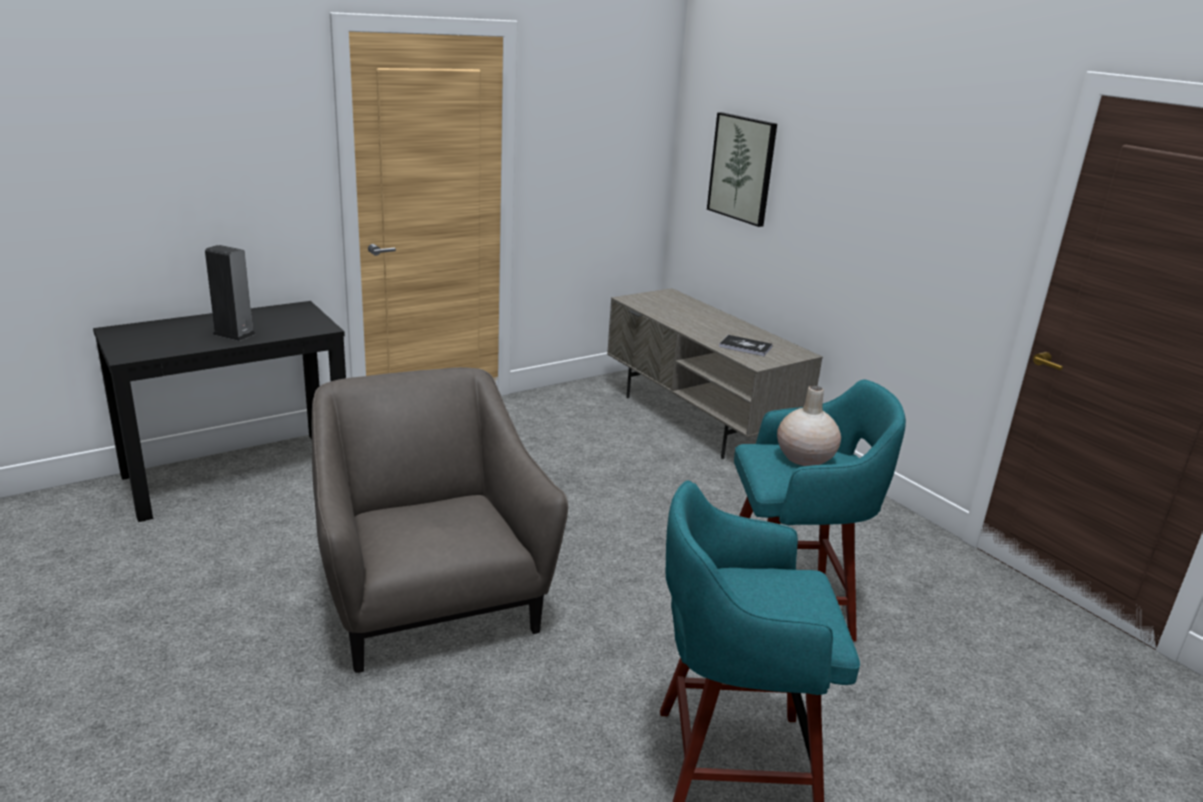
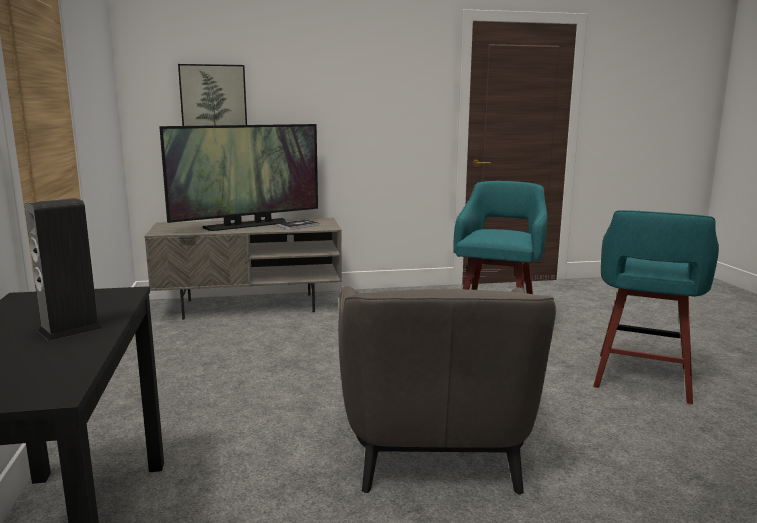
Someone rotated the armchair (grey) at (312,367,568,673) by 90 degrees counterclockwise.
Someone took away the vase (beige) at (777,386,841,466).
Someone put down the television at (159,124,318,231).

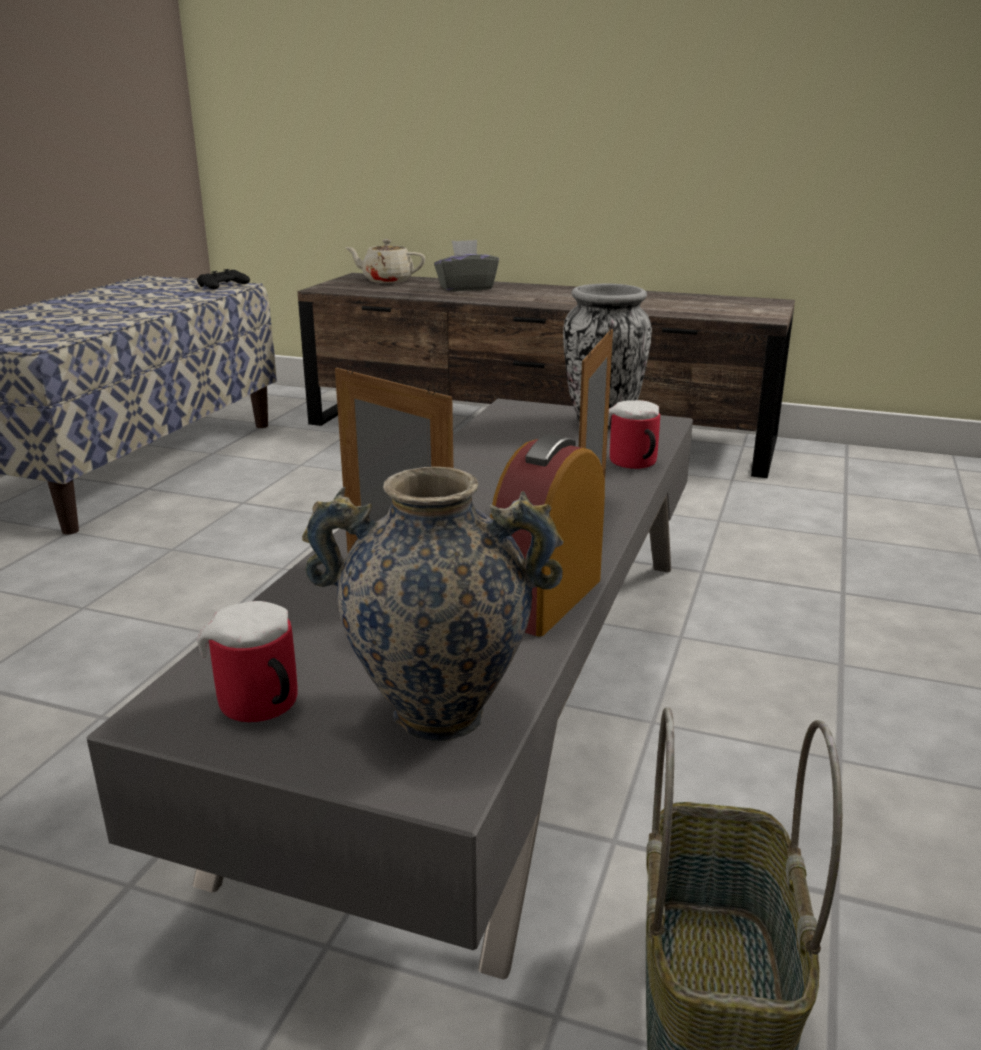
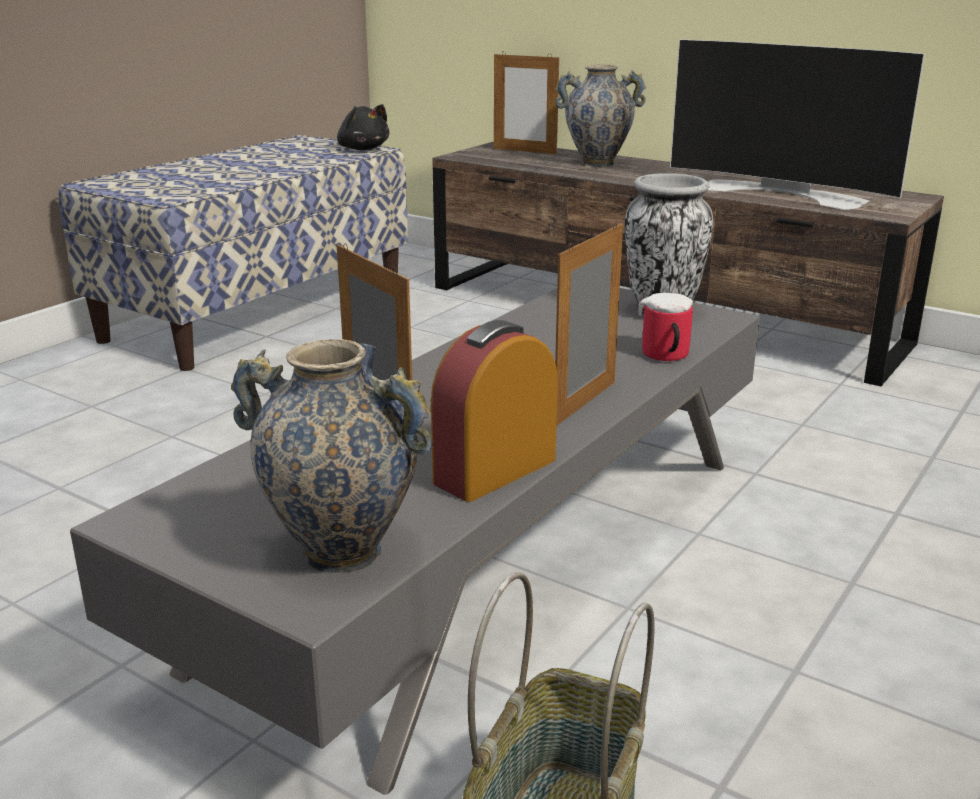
Someone swapped the game controller (black) at (197,269,250,290) for the plush toy (black) at (337,104,389,150).
Someone took away the mug at (197,601,297,722).
Someone swapped the teapot (beige) at (345,239,425,283) for the picture frame at (494,51,559,154).
Someone swapped the tissue box (grey) at (434,240,499,291) for the vase at (555,65,646,167).
Someone put down the television at (670,39,925,210).

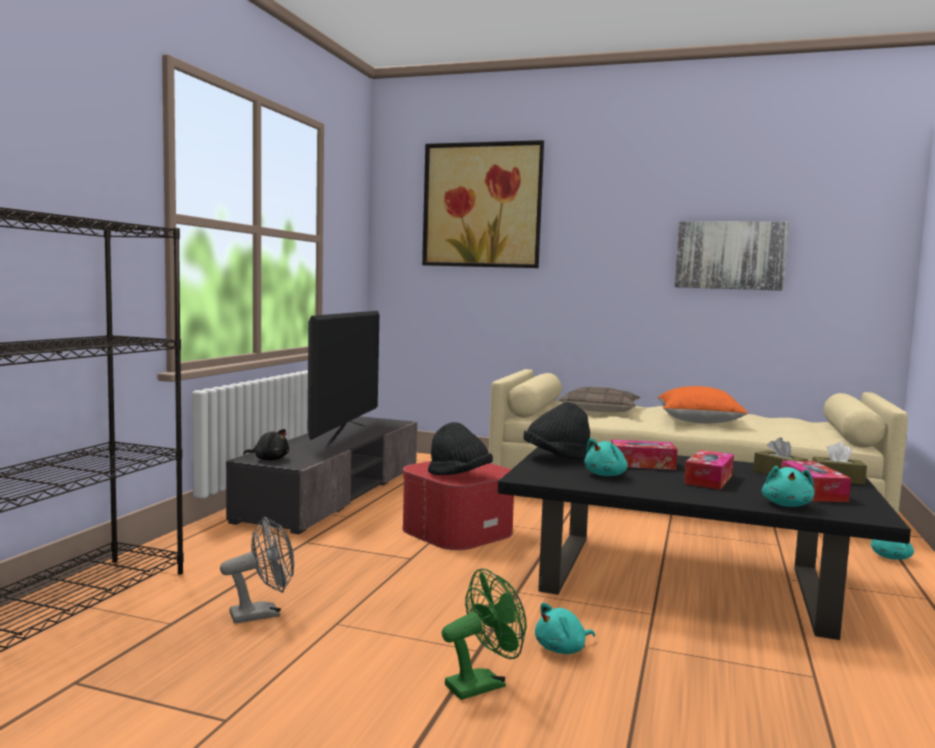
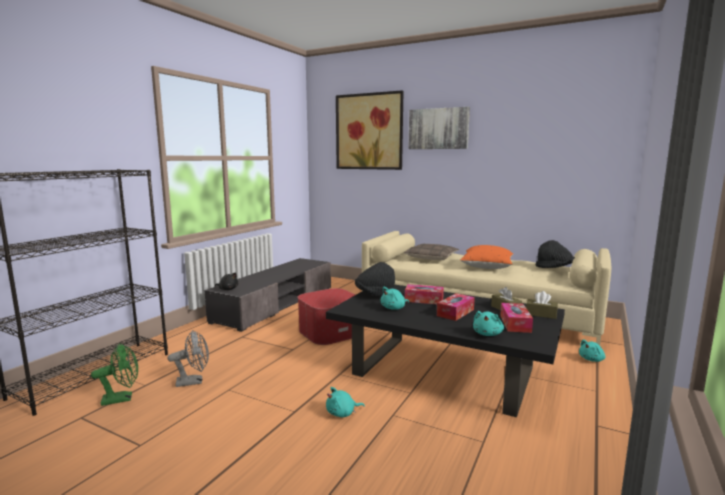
Someone took away the television at (308,311,379,448).
Someone carried the hat (black) from (428,422,493,475) to (536,240,575,268).
Someone carried the fan (green) from (442,568,527,700) to (91,343,138,406).
Someone carried the picture from (675,221,789,291) to (409,107,470,149).

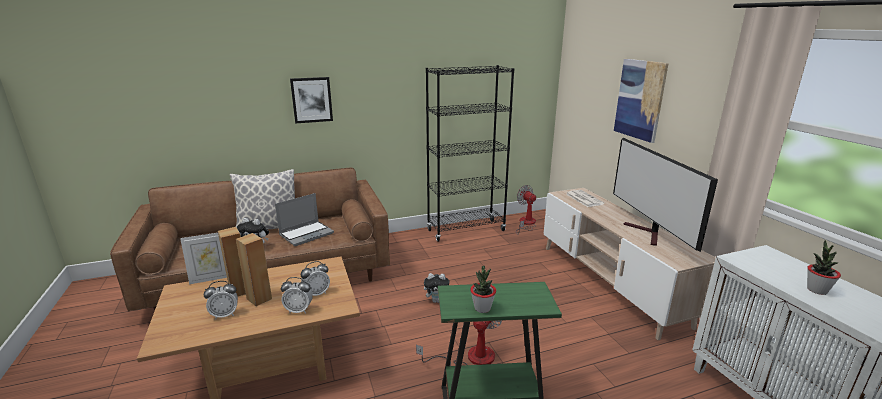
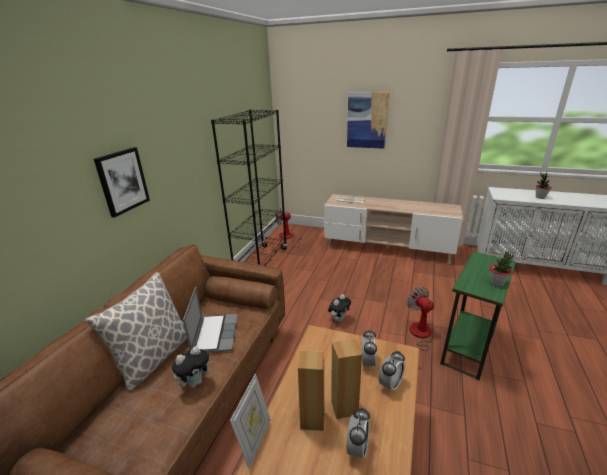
Someone took away the television at (613,138,718,252).

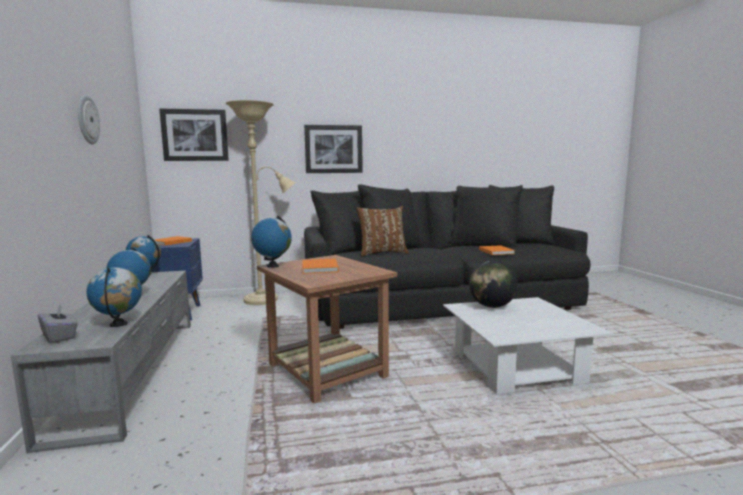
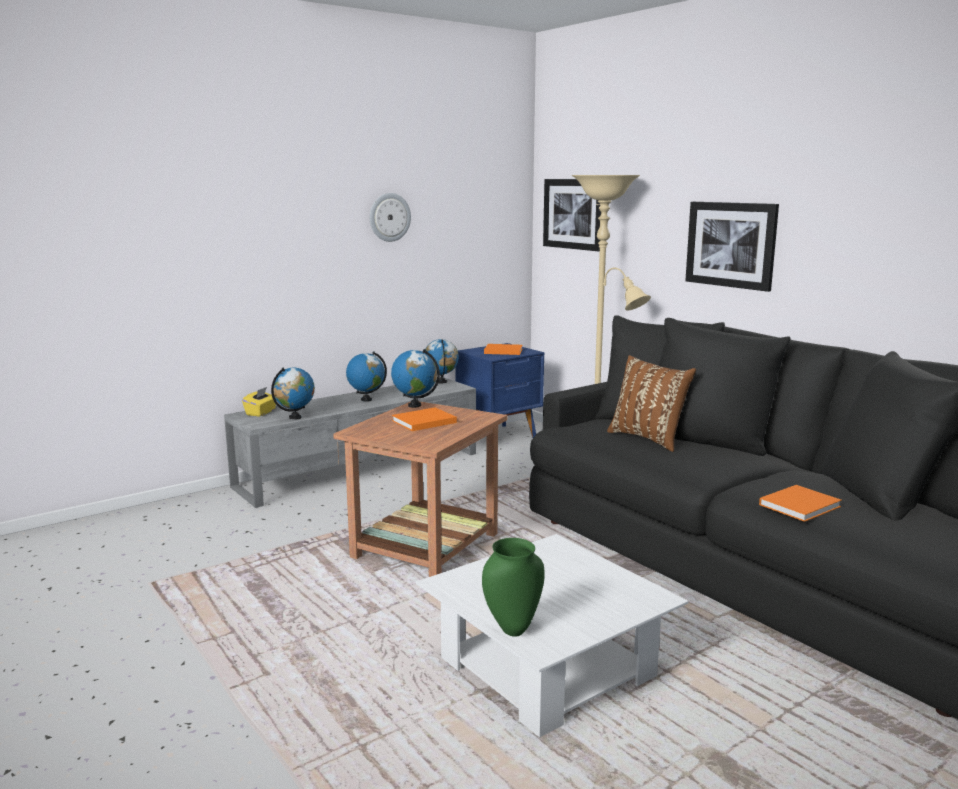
Someone repainted the tissue box (grey) at (38,304,78,343), which became the tissue box (yellow) at (242,387,276,417).
Someone took away the globe at (469,261,518,308).
Someone put down the vase (green) at (482,538,545,637).

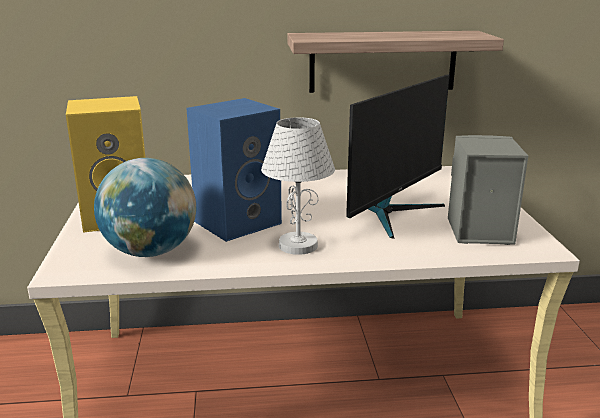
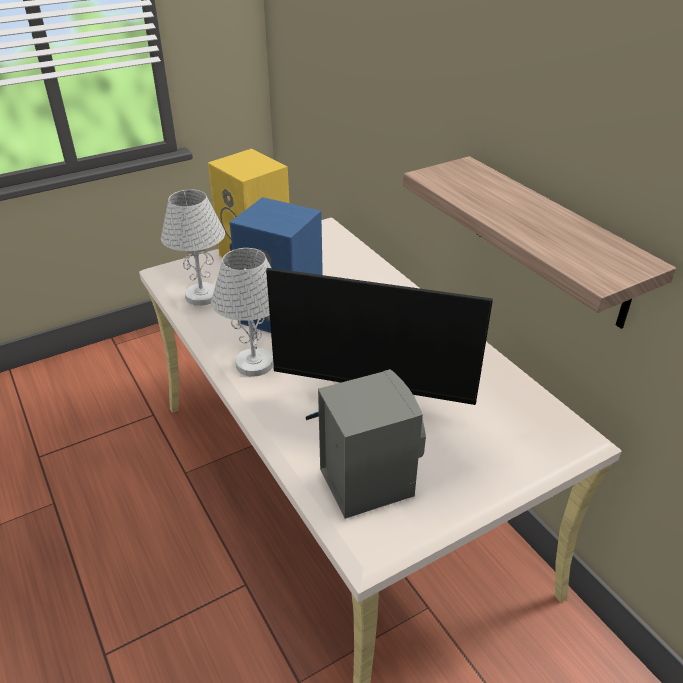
Someone swapped the globe at (94,158,196,257) for the table lamp (white) at (161,190,225,306).

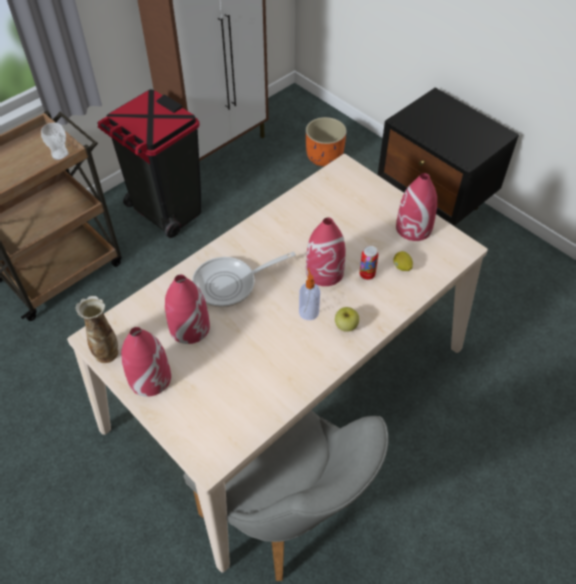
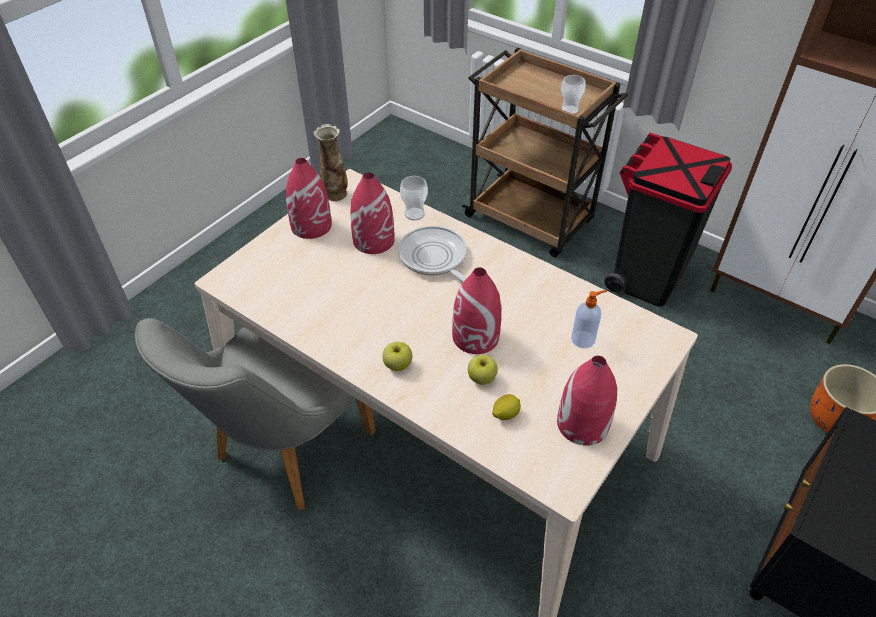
Someone carried the soap dispenser from (299,268,320,320) to (571,290,607,348).
Someone swapped the can at (359,246,378,280) for the apple at (468,355,498,385).
Someone put down the cup at (400,176,428,221).

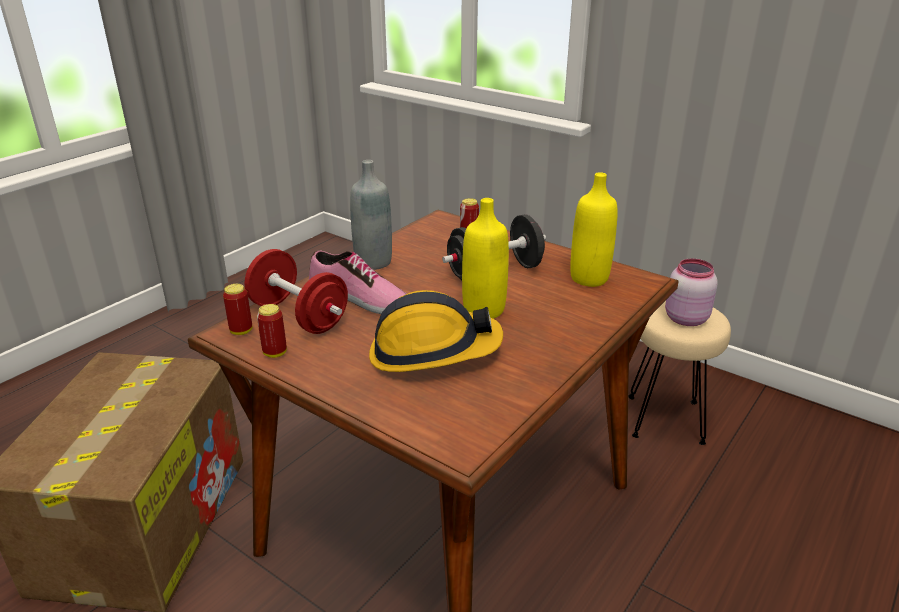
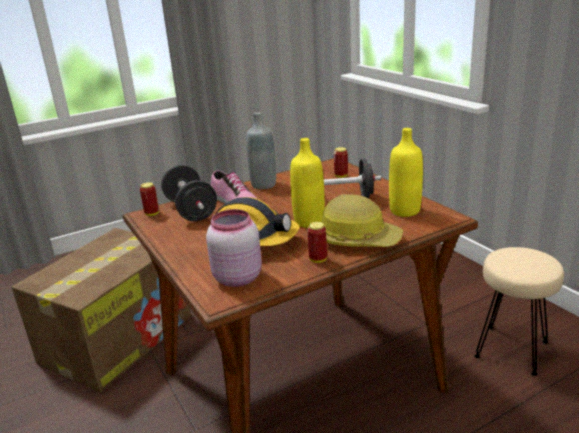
Someone repainted the dumbbell (red) at (245,249,348,334), which became the dumbbell (black) at (161,165,217,221).
Someone carried the can from (257,304,287,358) to (307,222,327,263).
Someone carried the jar (pink) from (665,259,718,326) to (206,209,262,287).
Someone put down the hard hat at (322,194,403,247).

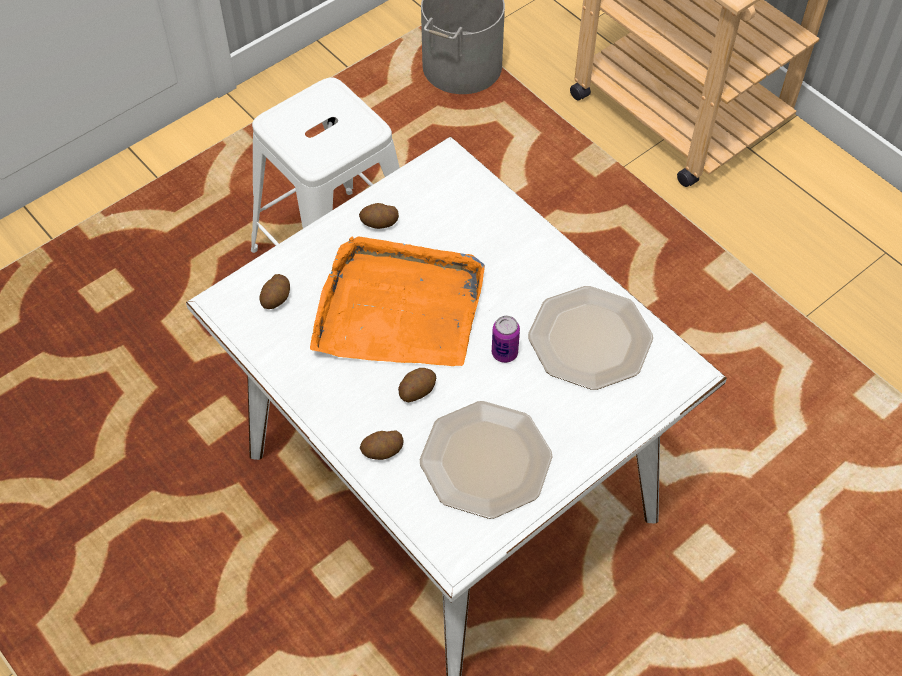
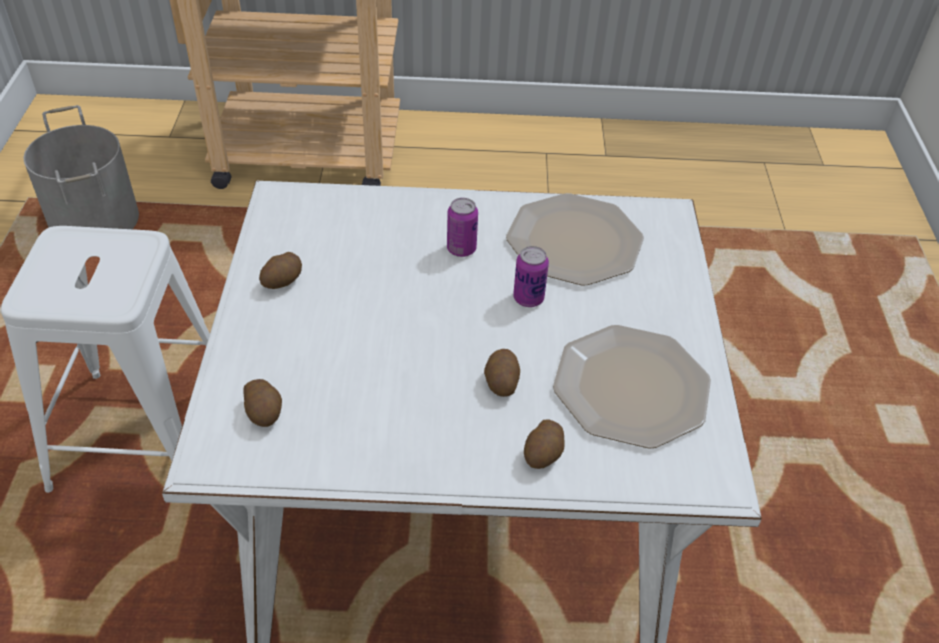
Someone took away the tray (orange) at (310,237,485,366).
Someone put down the can at (447,198,478,257).

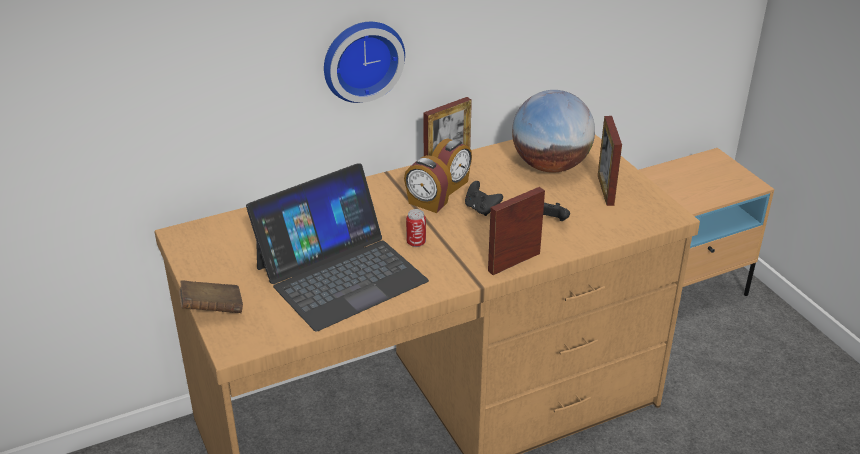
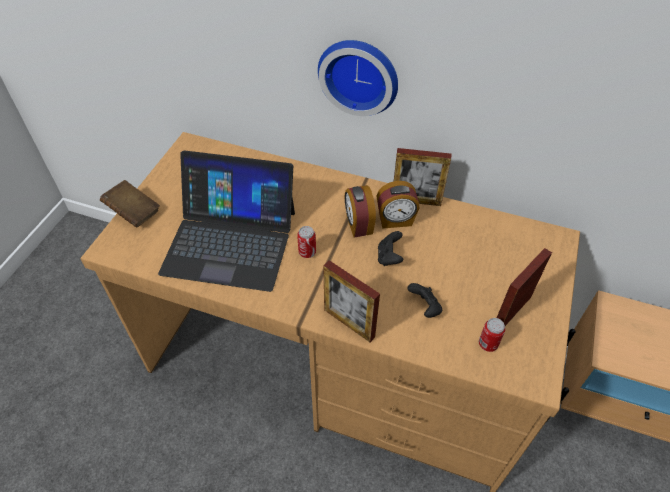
Someone rotated the picture frame at (488,187,545,275) by 150 degrees counterclockwise.
Someone took away the globe at (512,90,595,173).
Someone put down the can at (479,318,505,352).

